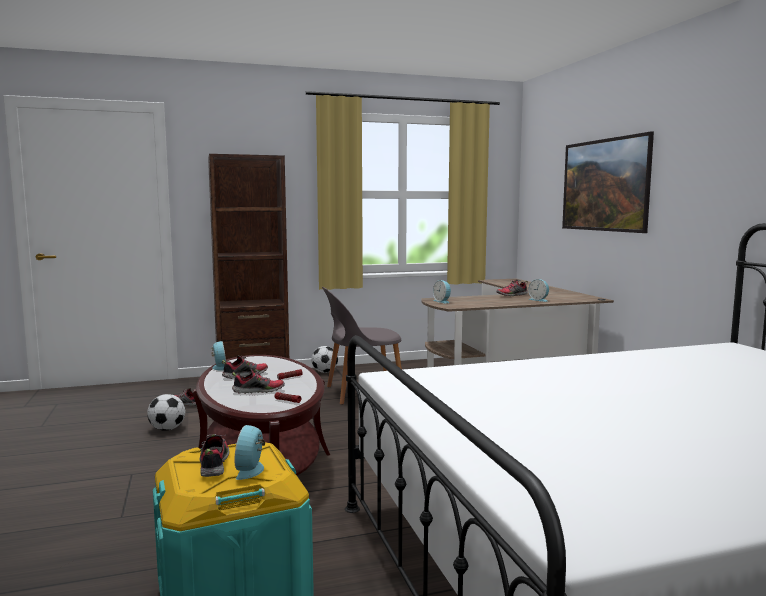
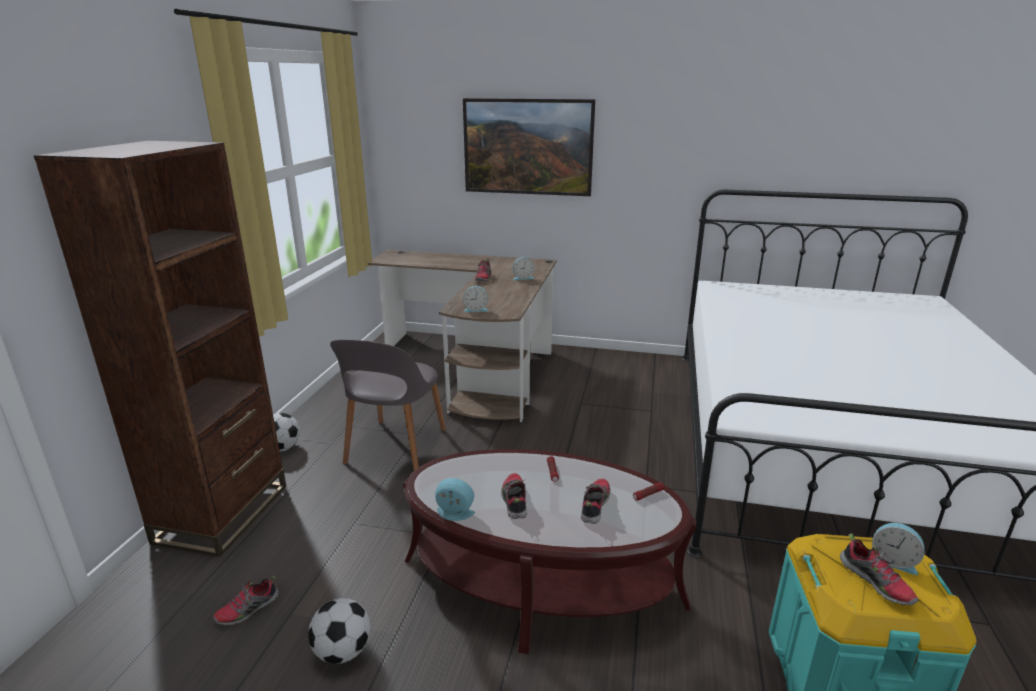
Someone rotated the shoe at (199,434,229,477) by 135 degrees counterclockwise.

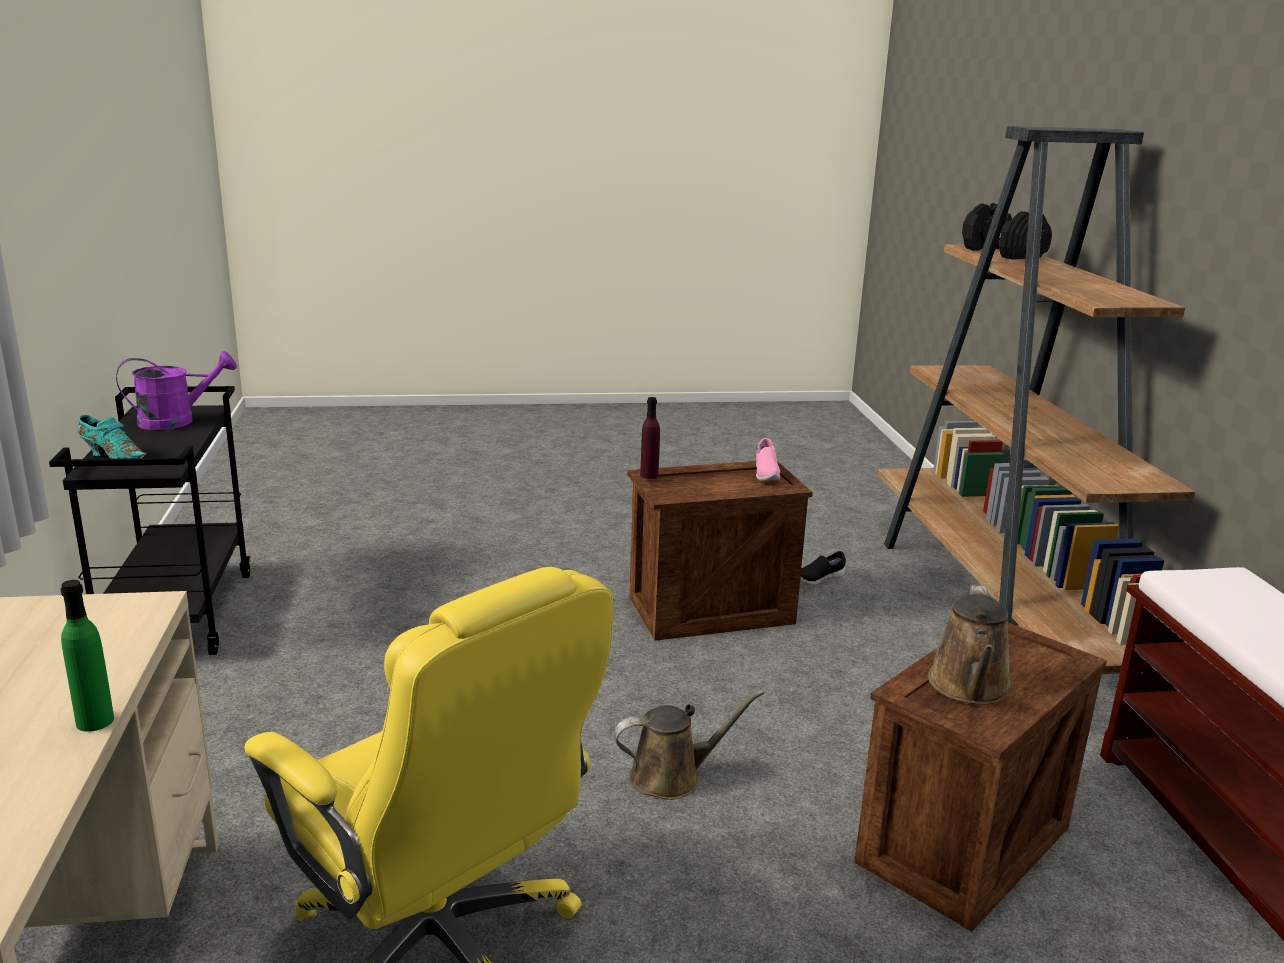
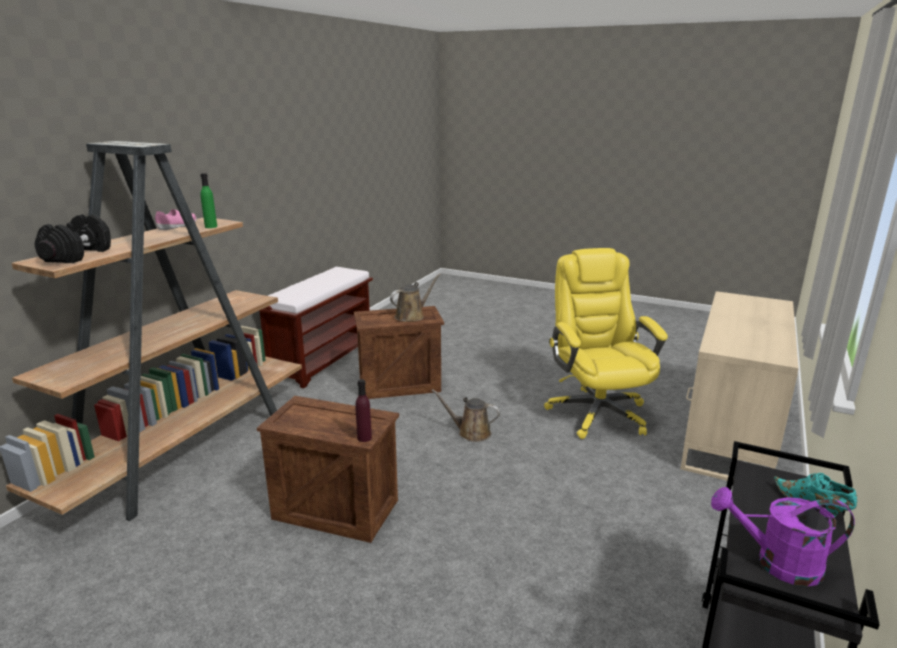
Someone carried the bottle (green) from (60,580,114,732) to (200,173,217,228).
Someone carried the shoe (pink) from (756,438,780,481) to (155,209,197,230).
Someone took away the shoe (black) at (800,551,846,585).

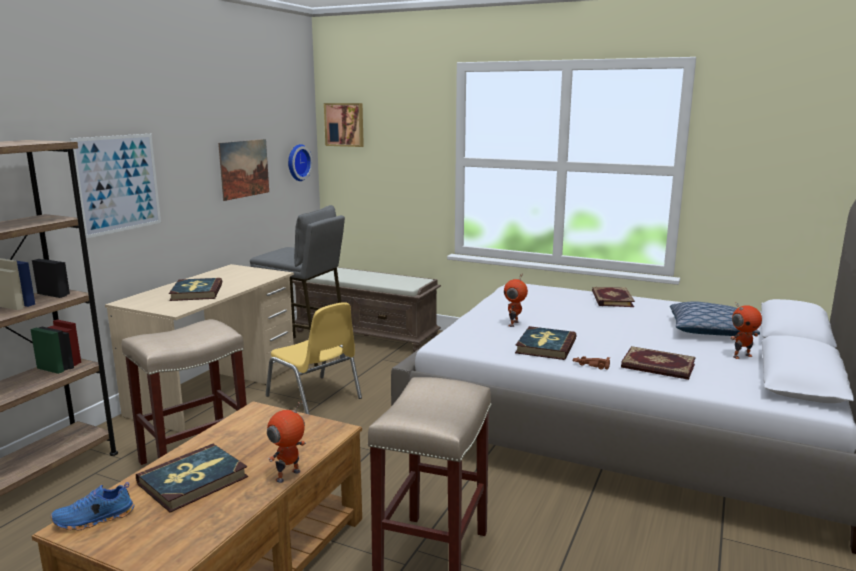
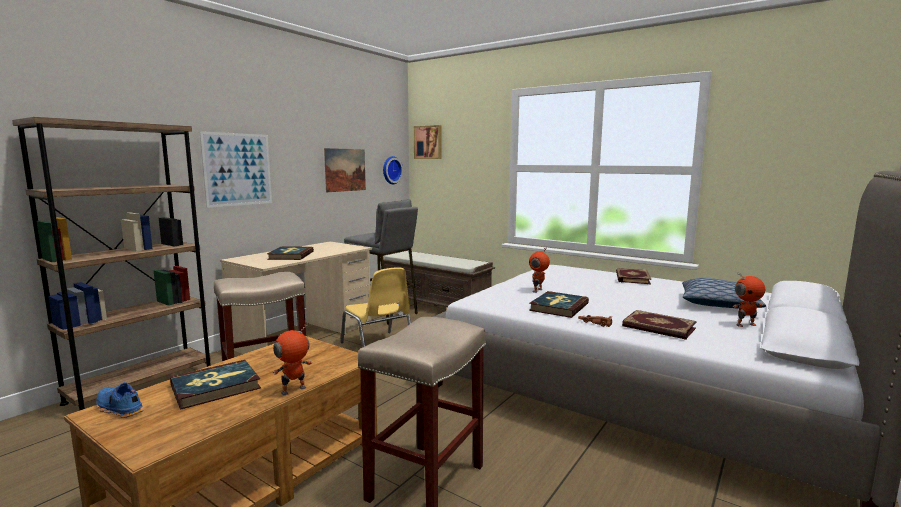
Someone rotated the shoe (blue) at (51,482,135,530) by 45 degrees clockwise.

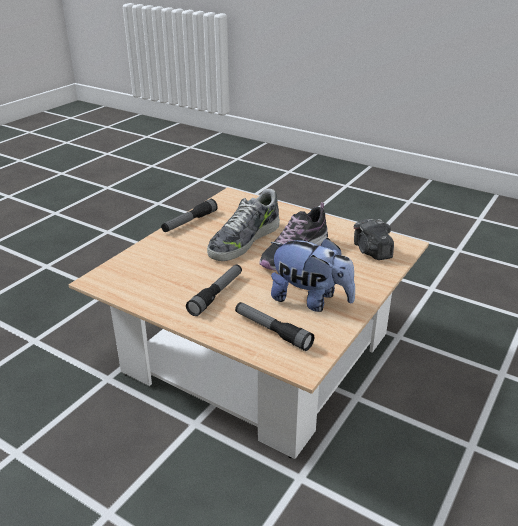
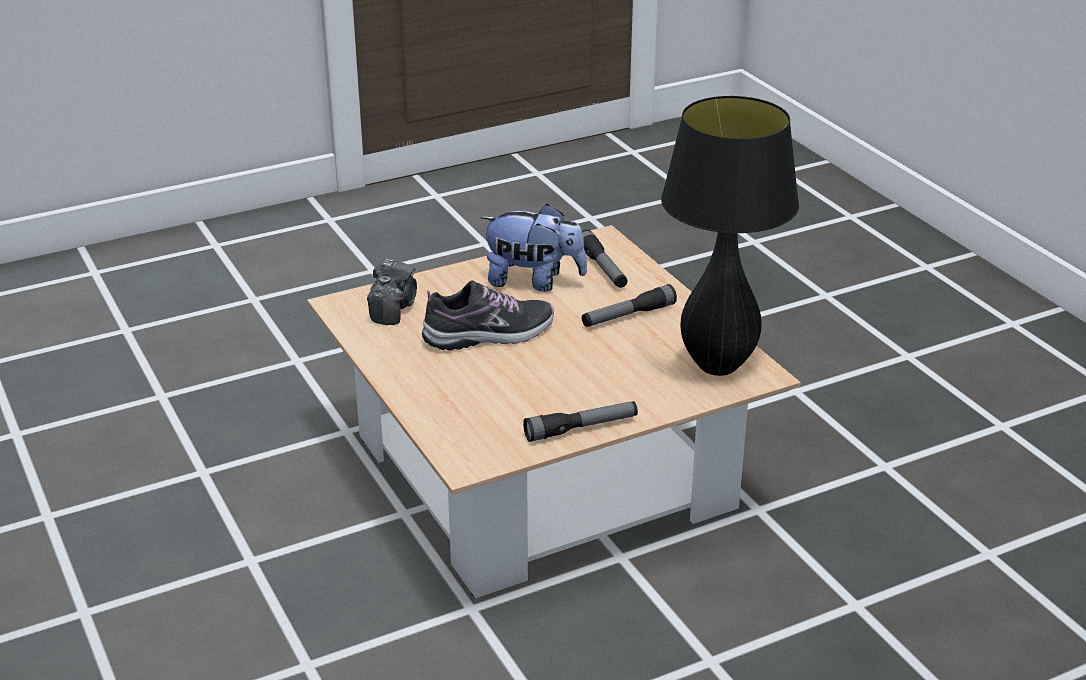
Someone took away the shoe at (207,189,280,261).
Someone rotated the plush toy at (271,238,355,312) by 135 degrees clockwise.
Someone put down the table lamp (black) at (661,96,799,376).

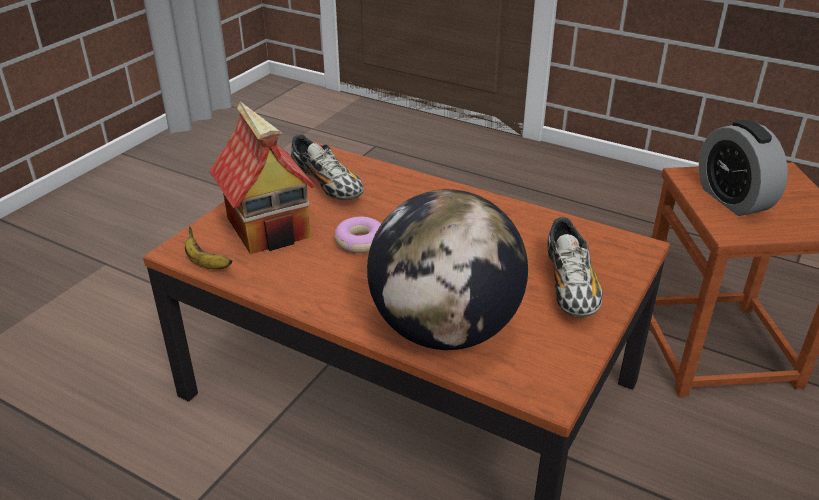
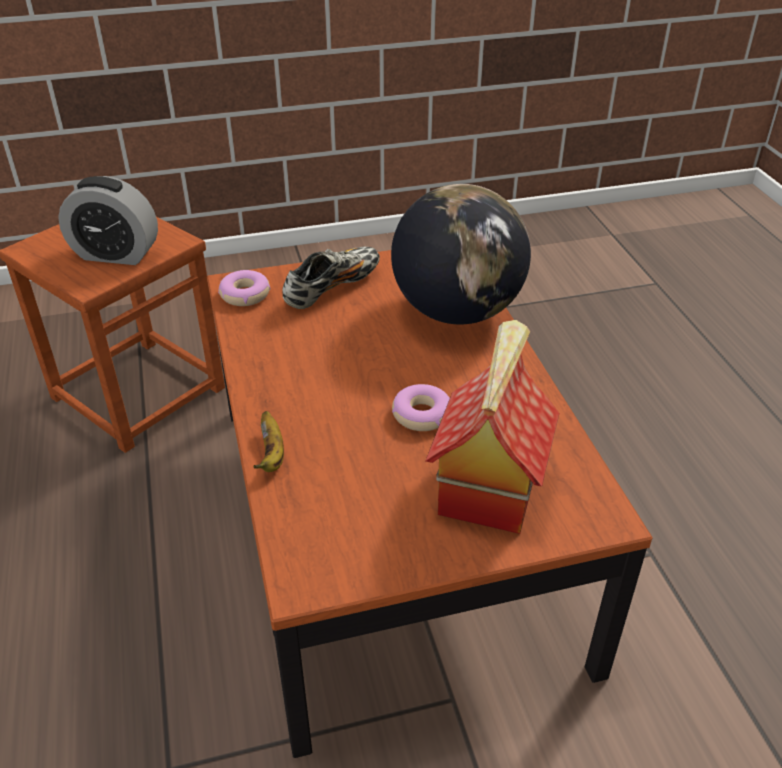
Someone carried the banana from (185,226,232,269) to (253,411,284,472).
Someone took away the shoe at (291,134,364,200).
Someone rotated the alarm clock at (699,120,788,216) by 75 degrees clockwise.
Someone put down the donut at (218,270,271,306).

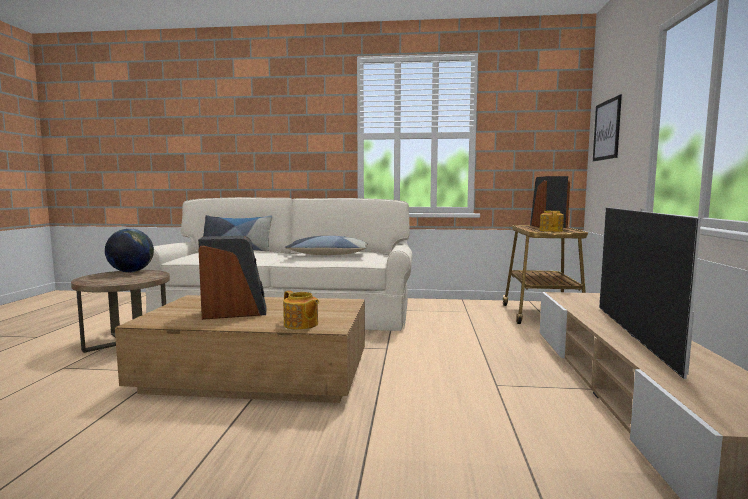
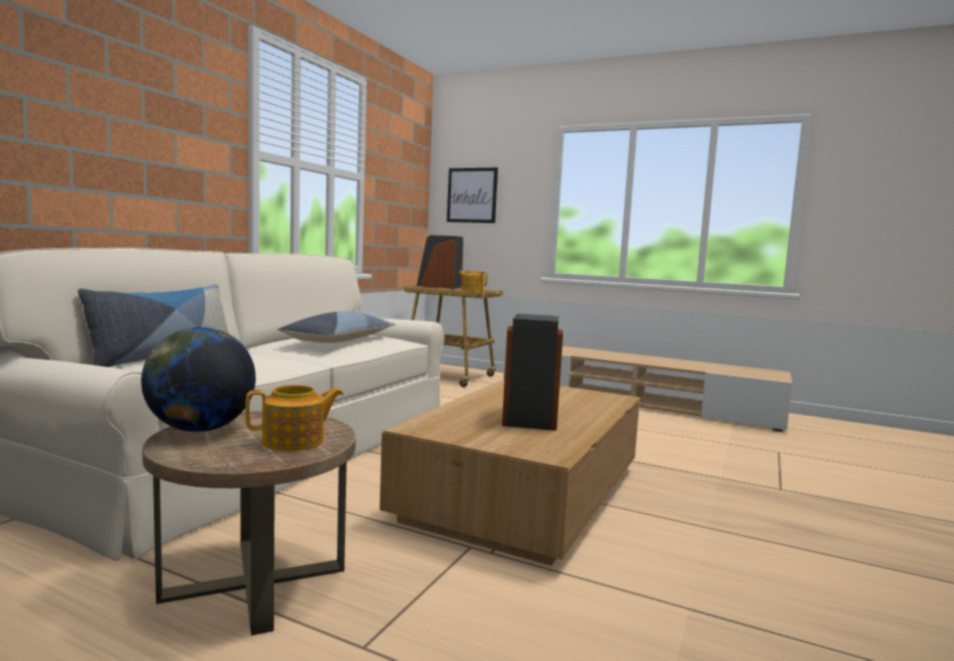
Someone carried the teapot from (283,291,319,330) to (245,385,343,451).
Someone took away the television at (599,208,701,379).

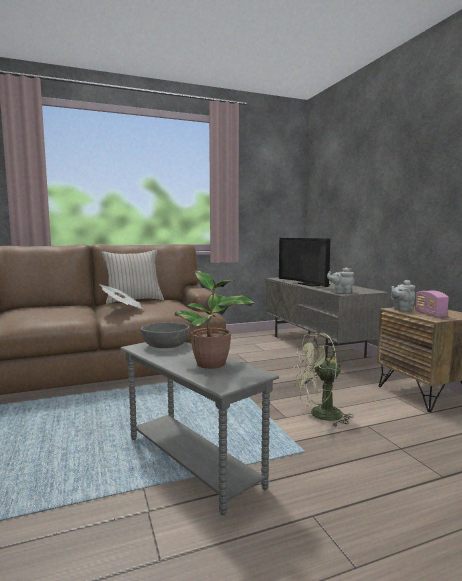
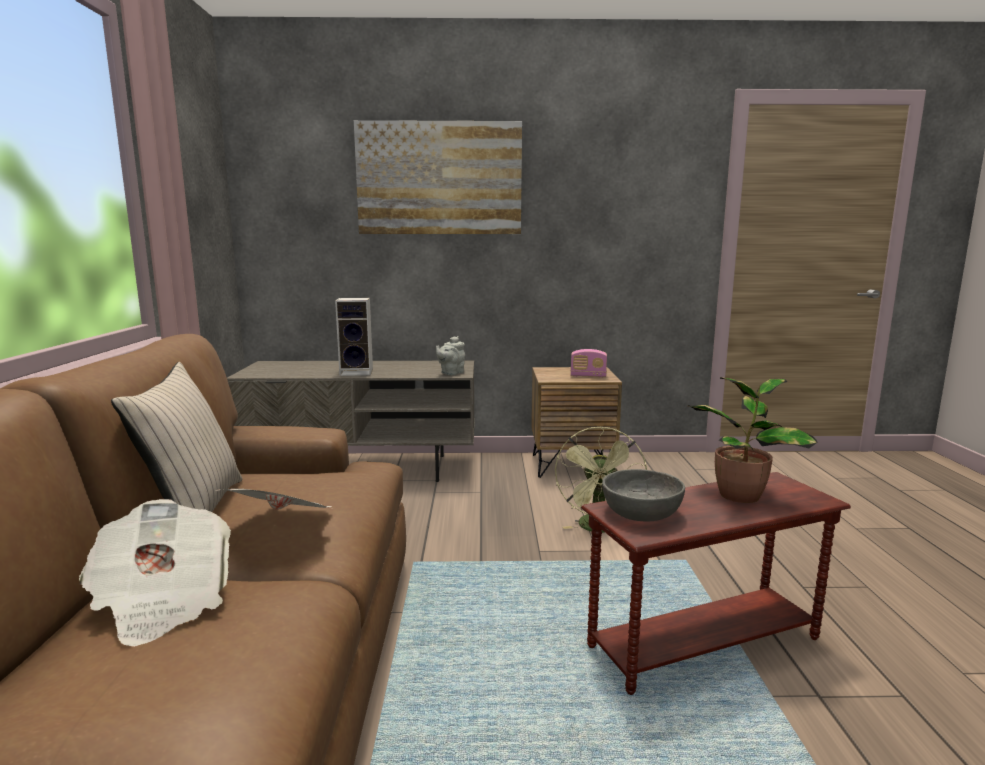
Someone repainted the side table (grey) at (120,342,279,516), which became the side table (brown) at (581,472,851,695).
Someone swapped the television at (279,238,330,287) for the speaker at (335,298,373,376).
Someone took away the teapot (grey) at (391,280,415,311).
Someone put down the newspaper at (79,499,231,647).
Someone put up the picture at (354,120,522,234).

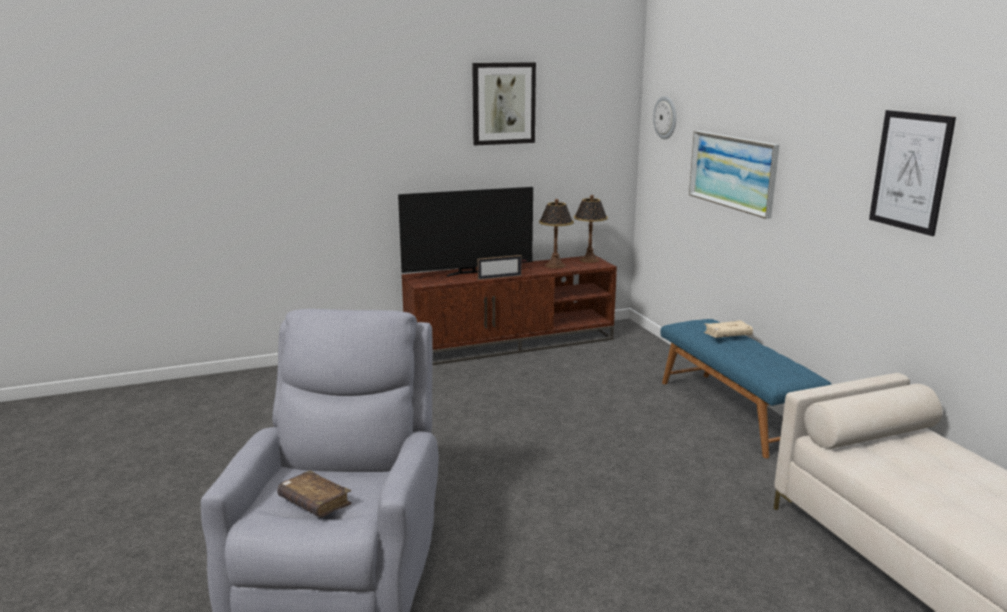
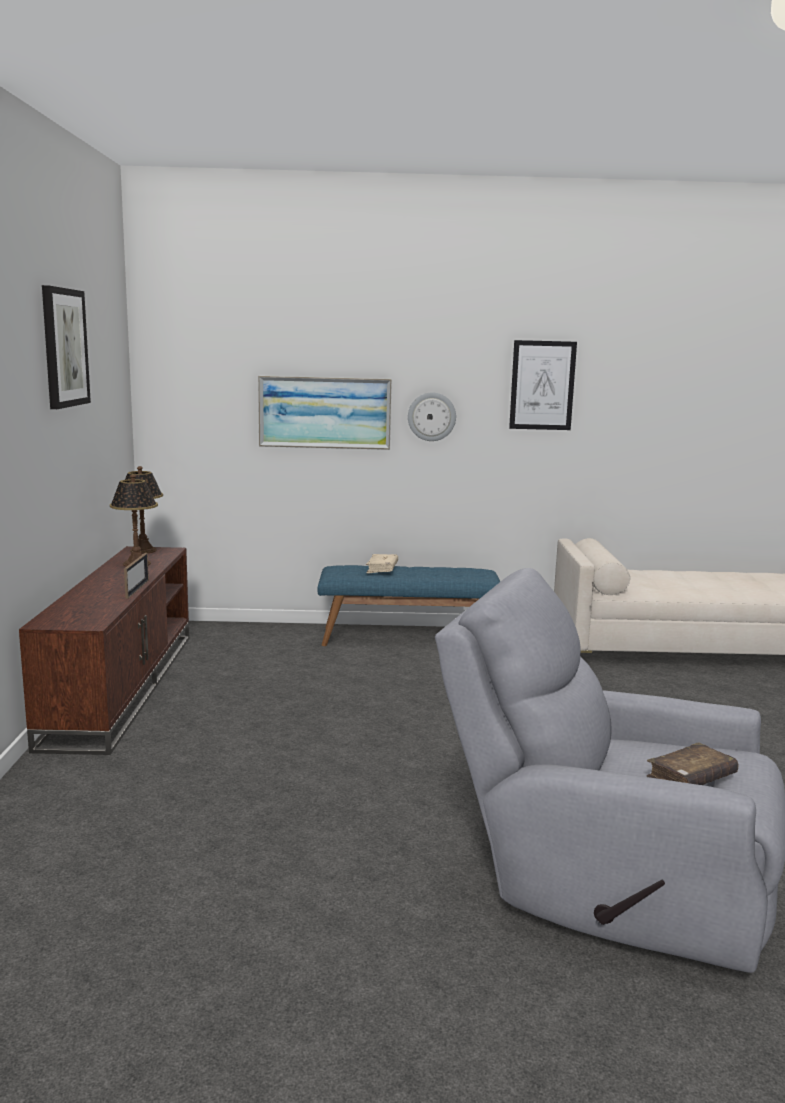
Someone took away the television at (398,187,533,277).
Someone carried the wall clock from (653,96,676,139) to (408,392,456,441).

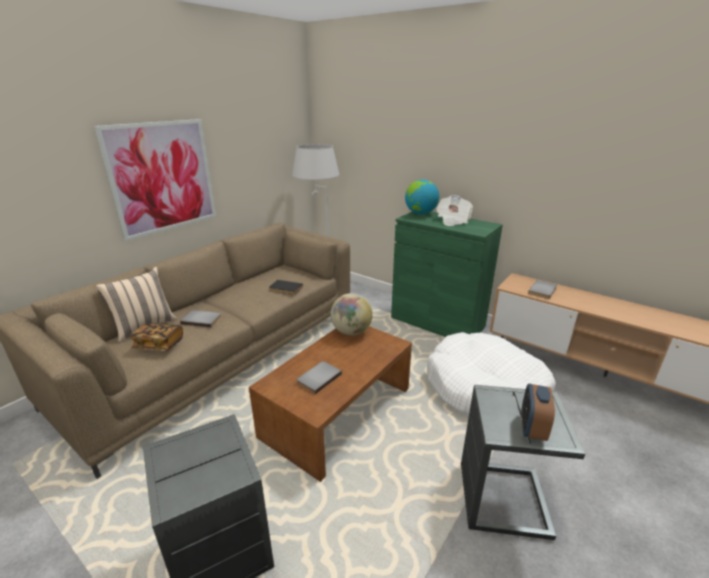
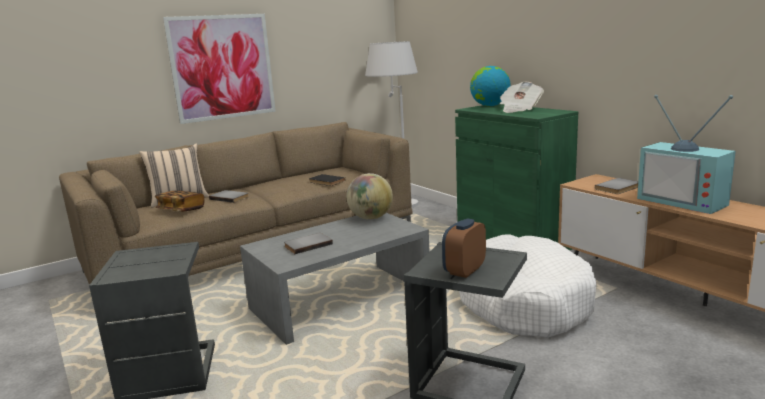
Someone repainted the coffee table (brown) at (249,326,412,482), which became the coffee table (grey) at (240,213,430,345).
Someone put down the television at (637,95,736,214).

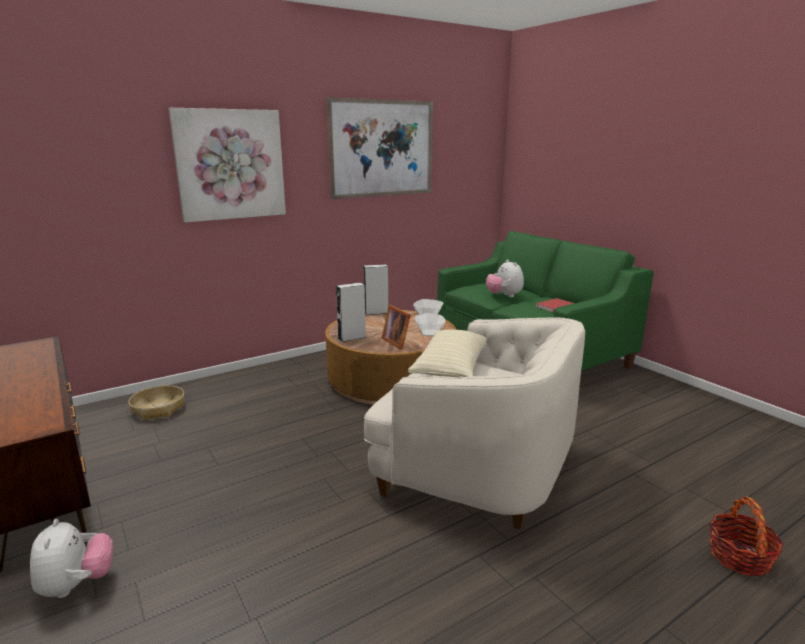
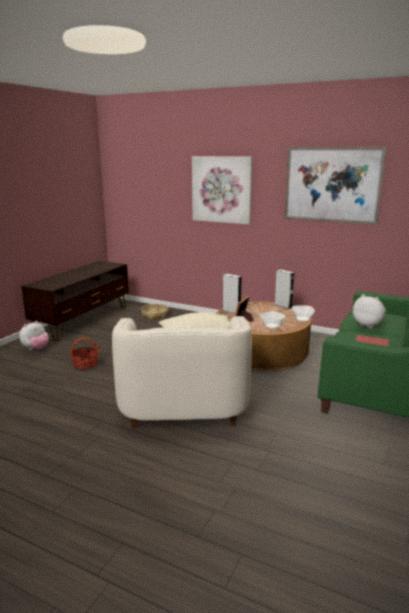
Someone rotated the plush toy at (486,260,524,297) by 90 degrees clockwise.
Someone carried the basket from (709,496,784,577) to (70,337,99,369).

